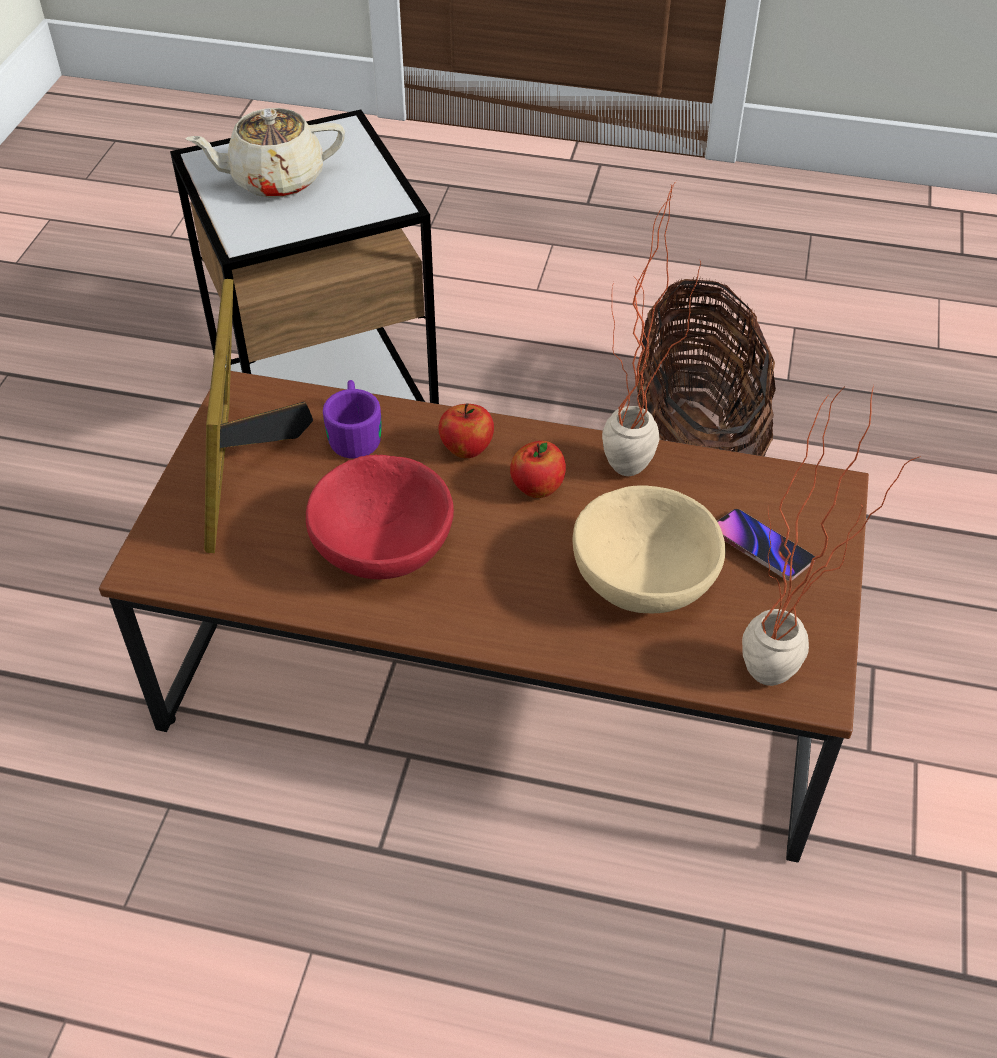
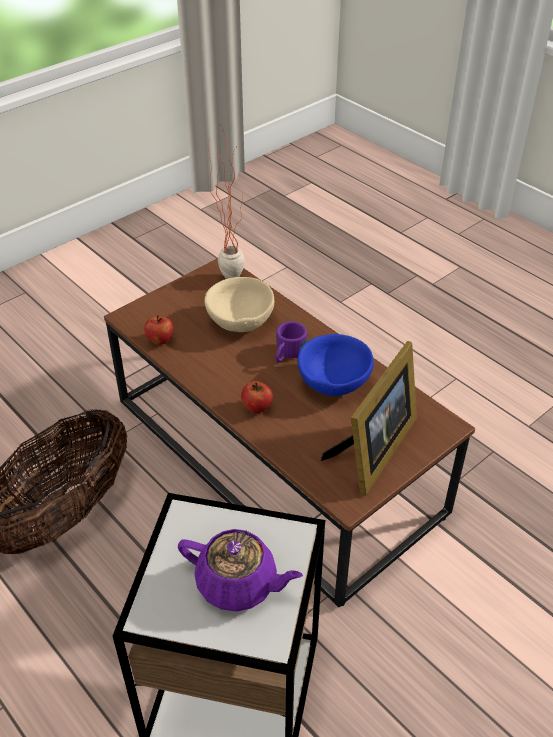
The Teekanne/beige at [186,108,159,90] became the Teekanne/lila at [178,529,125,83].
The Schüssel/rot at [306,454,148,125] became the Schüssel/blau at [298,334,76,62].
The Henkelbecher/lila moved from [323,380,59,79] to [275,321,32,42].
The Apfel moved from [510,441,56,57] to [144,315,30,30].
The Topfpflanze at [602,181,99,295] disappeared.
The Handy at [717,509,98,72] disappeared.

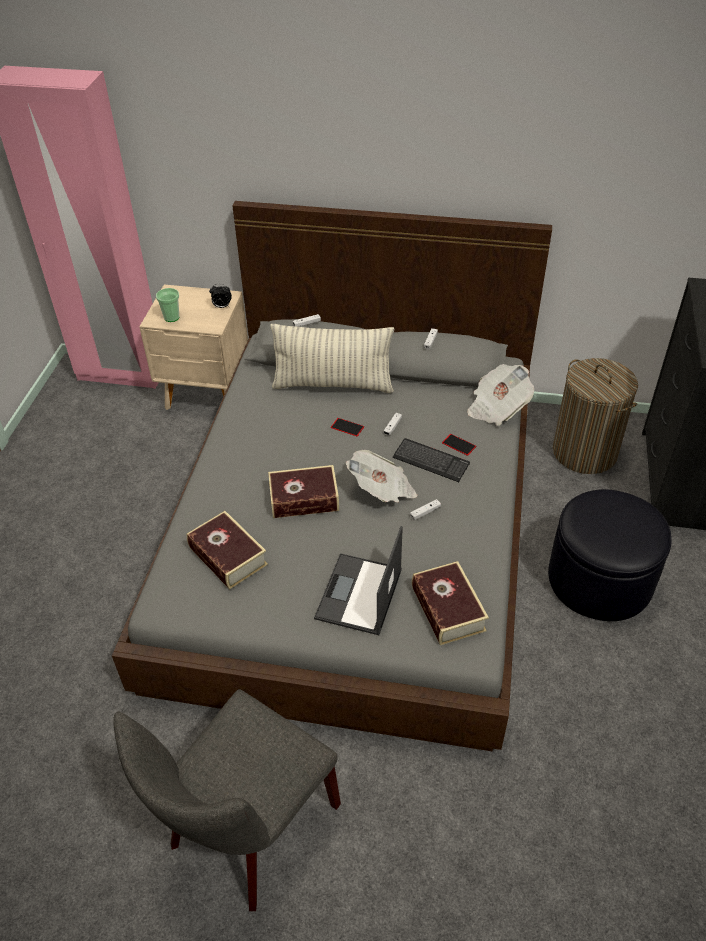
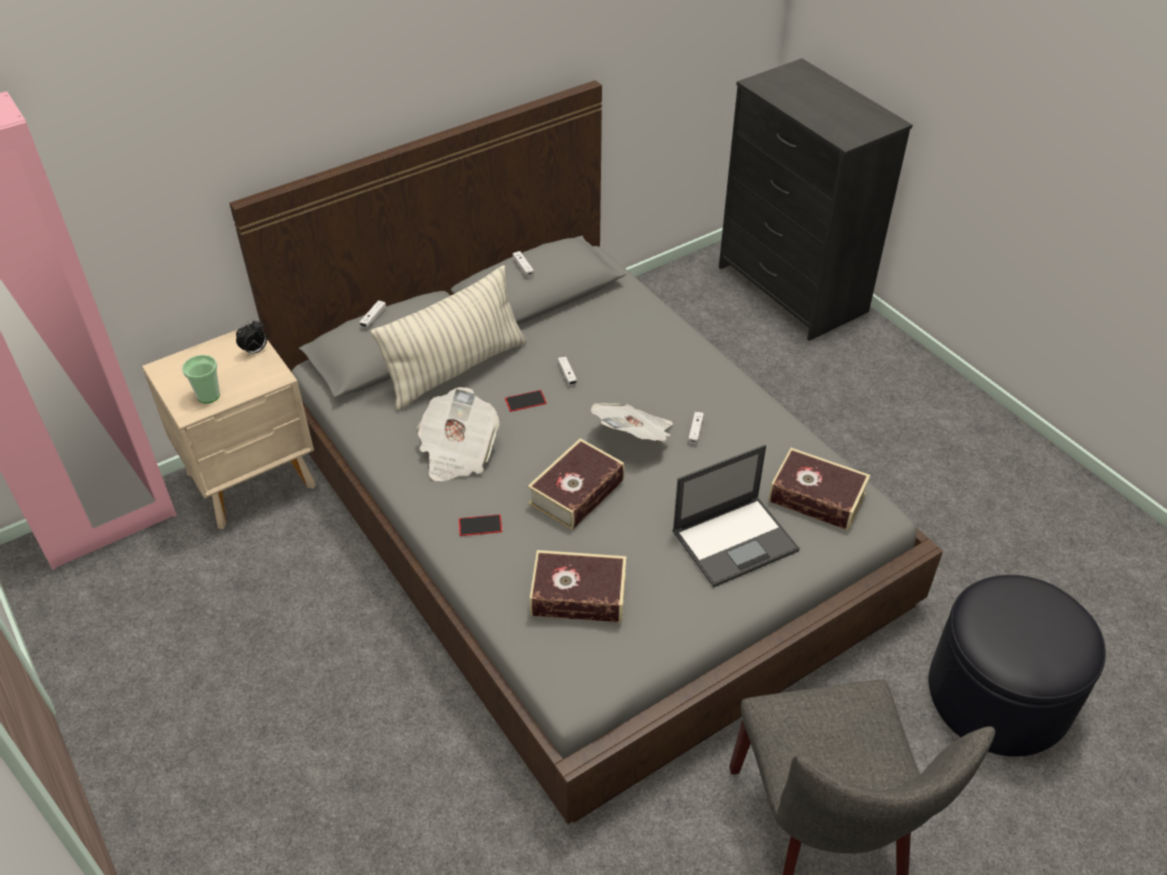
The Laptop at [314,526,89,109] turned 90 degrees counterclockwise.
The Tastatur at [393,438,77,44] disappeared.
The Handy moved from [442,434,34,22] to [459,514,43,22].
The Zeitung moved from [467,364,67,62] to [417,387,82,94].
The Polsterhocker/schwarz moved from [548,489,124,132] to [928,575,178,182].
The Wäschekorb at [553,358,85,116] disappeared.

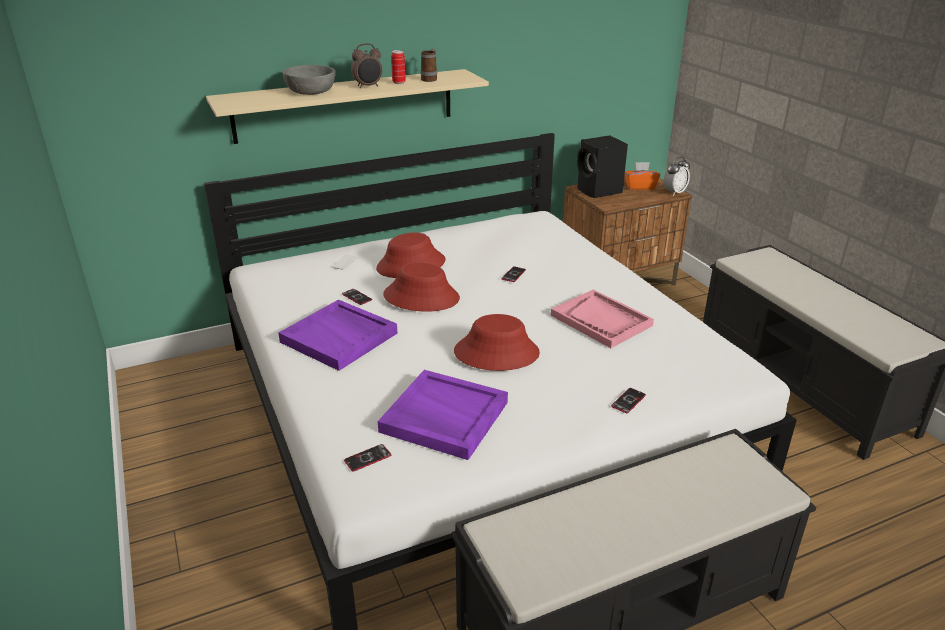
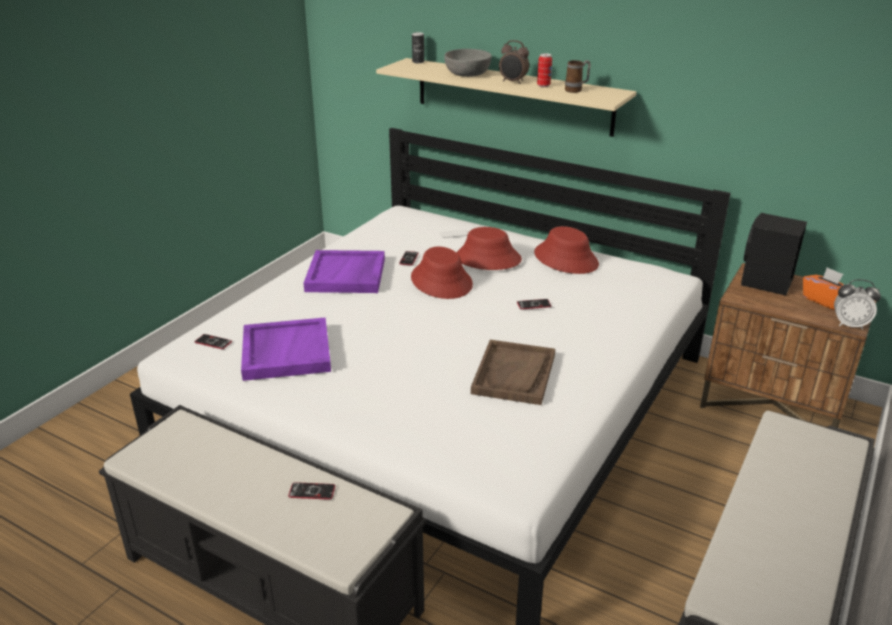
The Hut/rot moved from [454,314,86,57] to [534,226,65,48].
The Tablett/rosa at [551,289,103,59] became the Tablett/braun at [471,340,84,65].
The Handy moved from [611,388,35,25] to [288,482,47,18].
The Dose at [412,32,12,31] appeared.

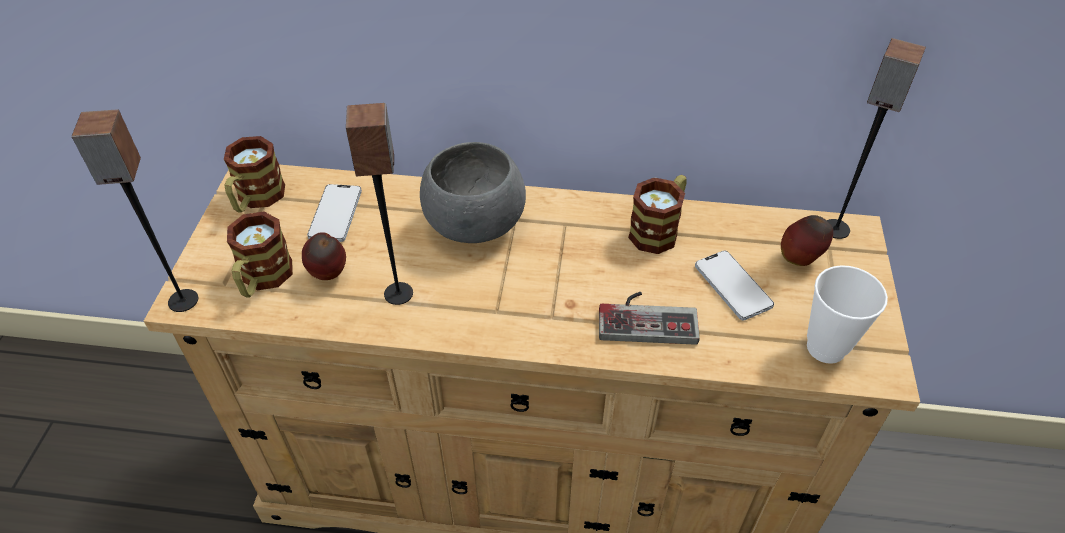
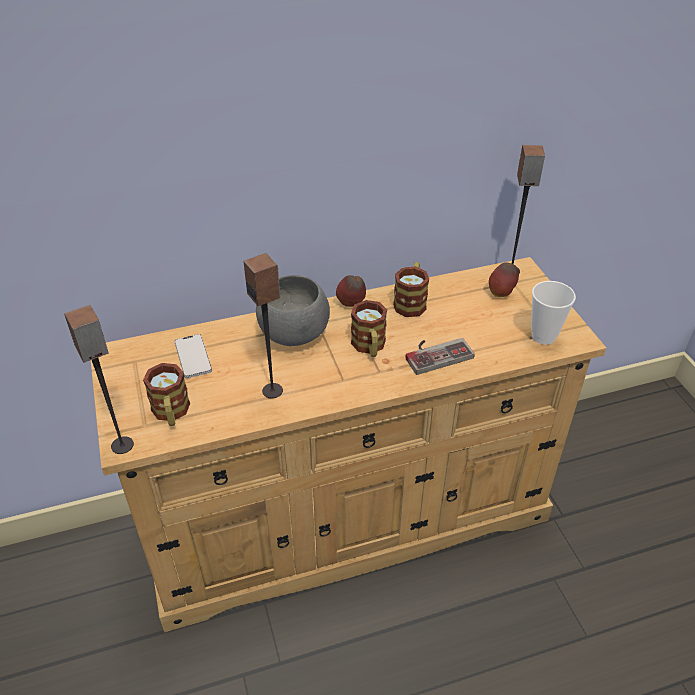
The Henkelbecher moved from [224,136,61,77] to [351,300,36,57].
The Apfel moved from [302,232,44,48] to [336,275,30,32].
The Handy at [695,250,79,71] disappeared.

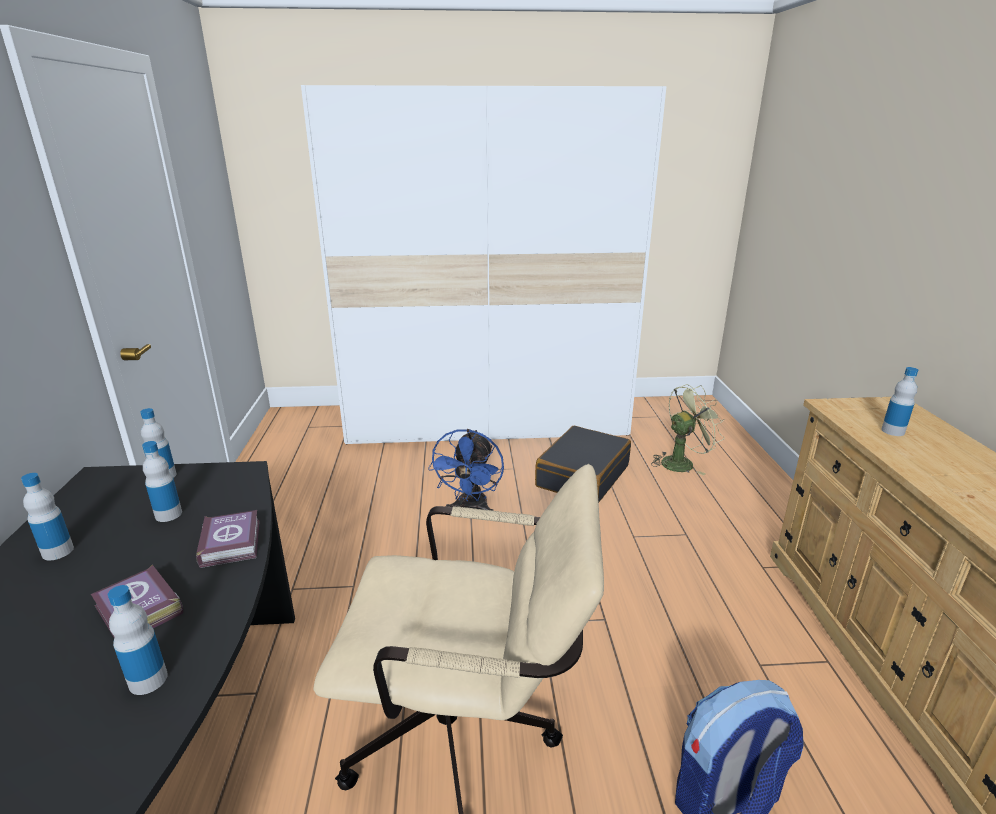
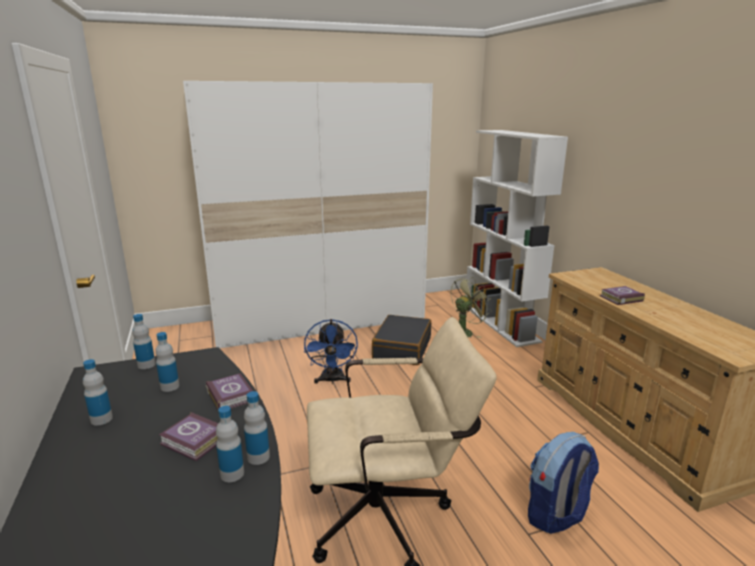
The Flasche moved from [881,367,37,69] to [244,391,26,74].
The Bücherregal/weiß at [465,130,103,217] appeared.
The Buch at [600,286,45,19] appeared.

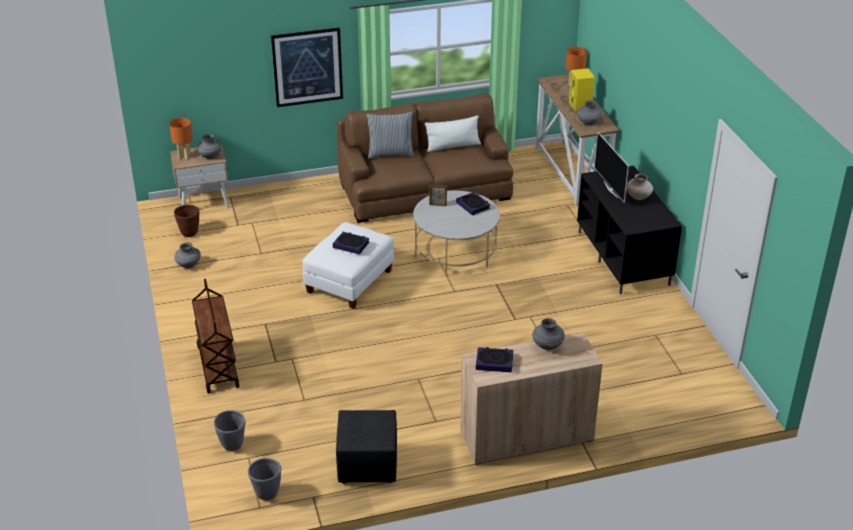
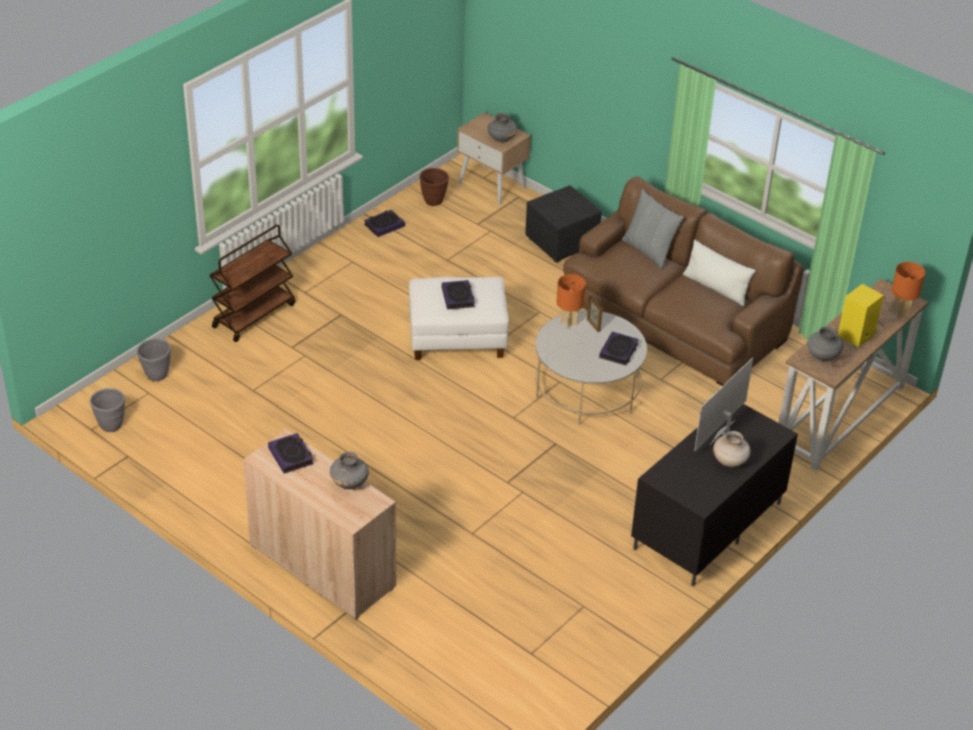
The Tischlampe/orange moved from [169,118,24,41] to [556,274,30,55].
The Vase/grau at [174,243,27,25] was replaced by the Buch at [364,210,41,27].
The Bild at [271,27,72,80] disappeared.
The Polsterhocker/schwarz moved from [336,410,61,73] to [525,185,77,77].

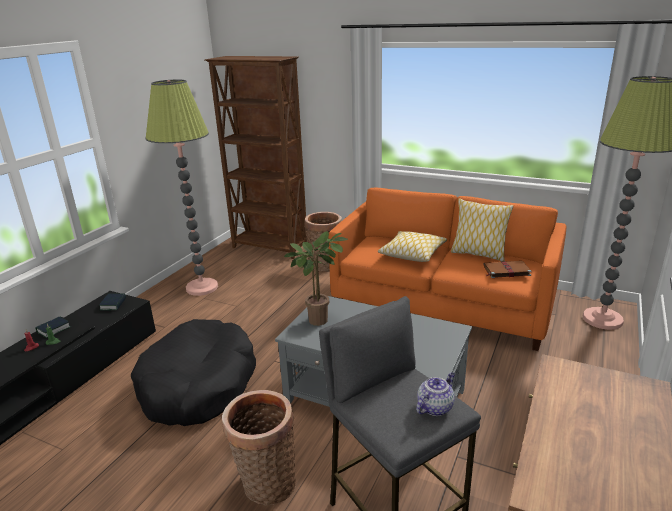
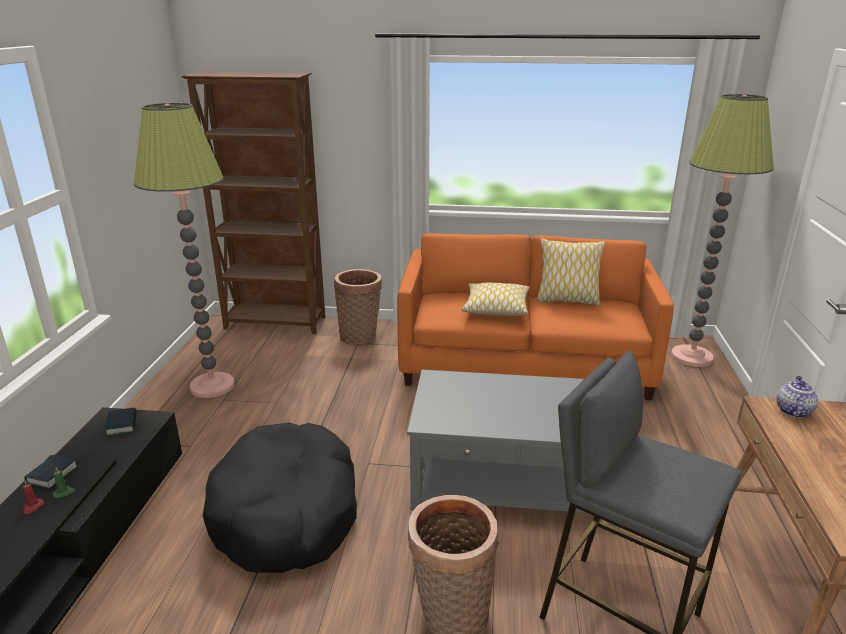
The Topfpflanze at [284,231,64,95] disappeared.
The Teekanne moved from [416,372,39,44] to [776,376,42,42].
The Buch/braun at [484,261,48,17] disappeared.

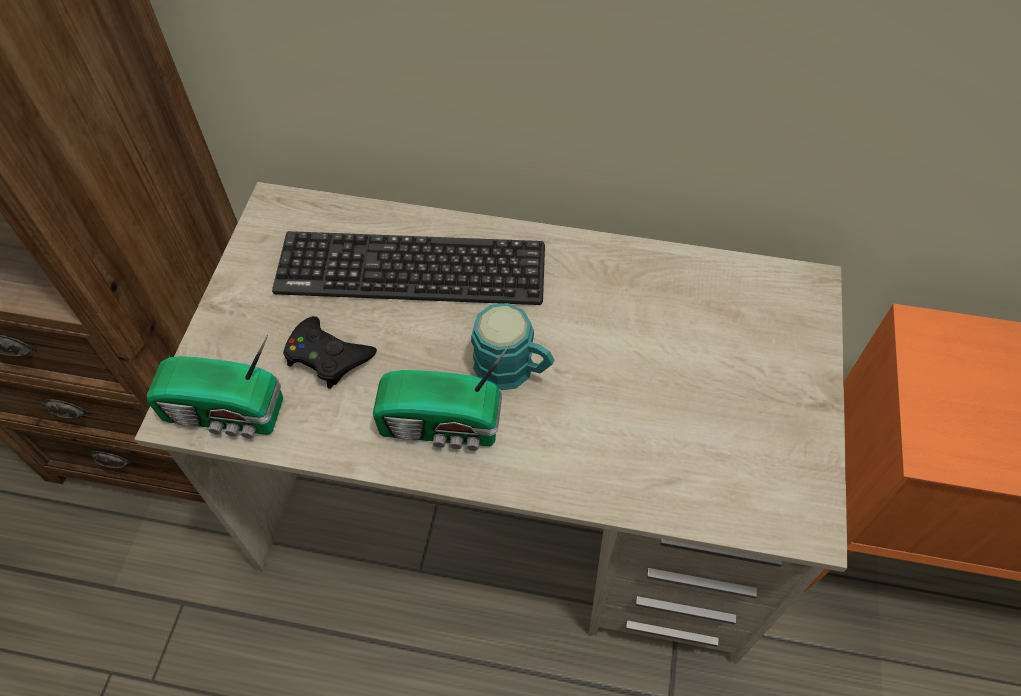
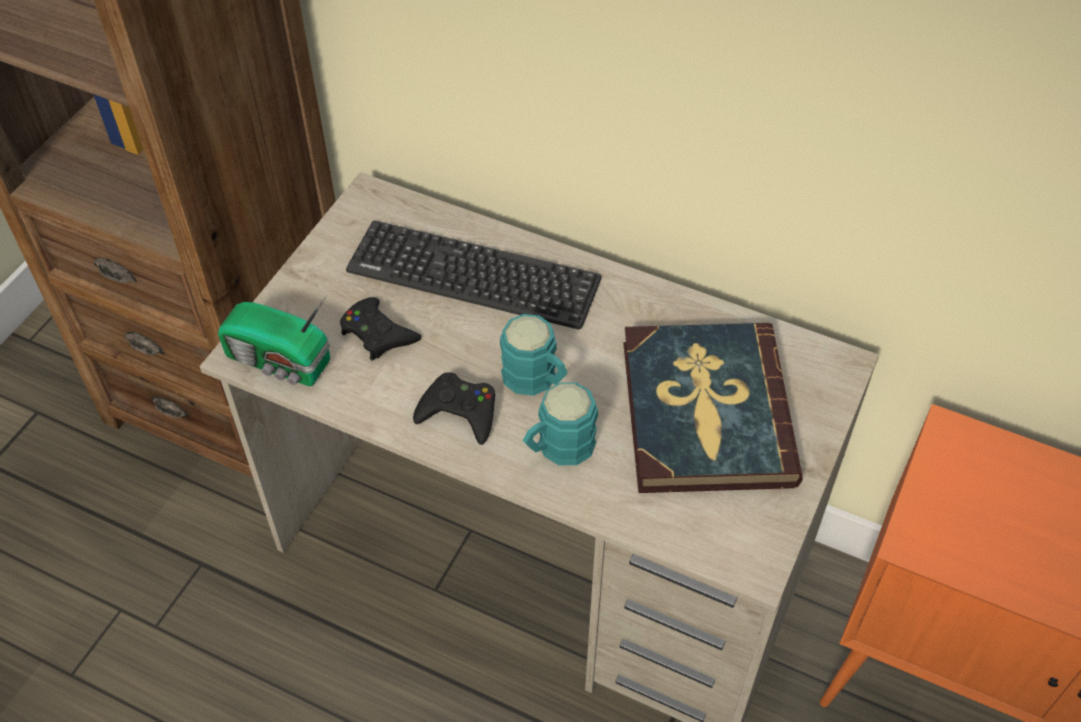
The Radio at [373,346,136,105] was replaced by the Gamepad/schwarz at [413,372,82,73].
The Henkelbecher/türkis at [523,383,75,82] appeared.
The Buch at [624,323,179,170] appeared.

